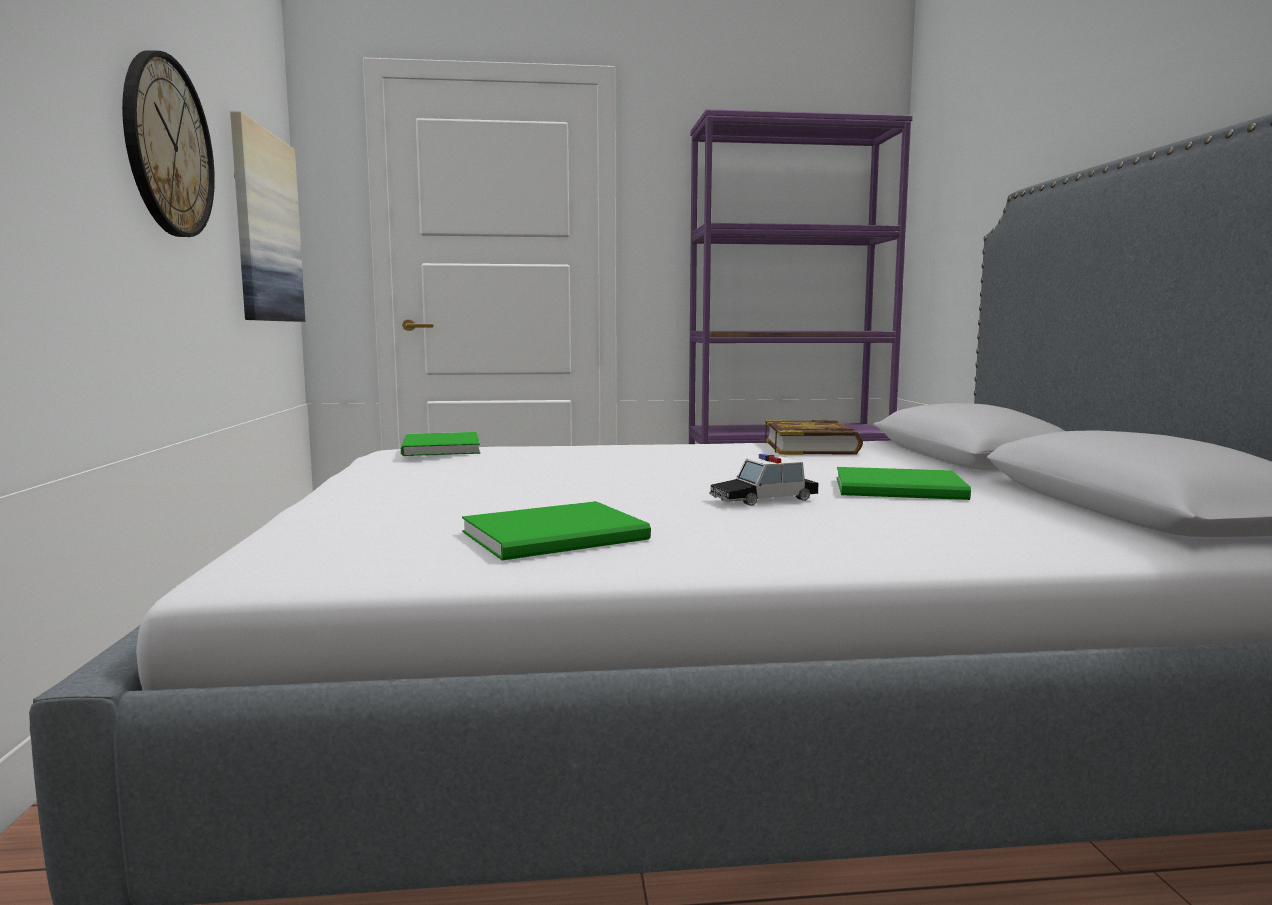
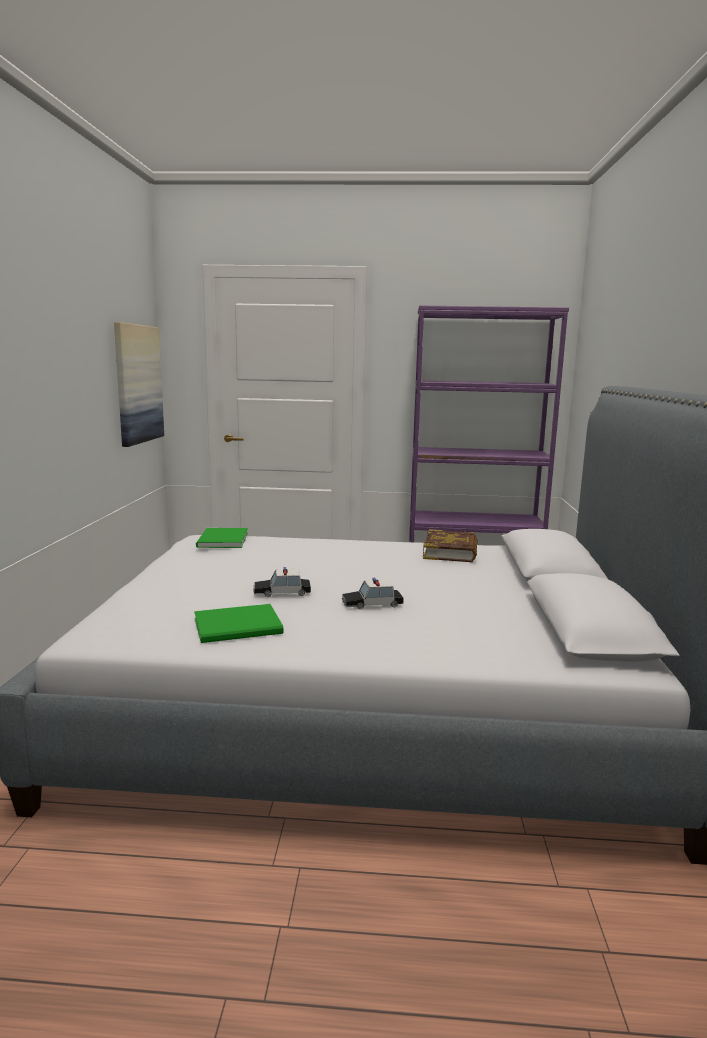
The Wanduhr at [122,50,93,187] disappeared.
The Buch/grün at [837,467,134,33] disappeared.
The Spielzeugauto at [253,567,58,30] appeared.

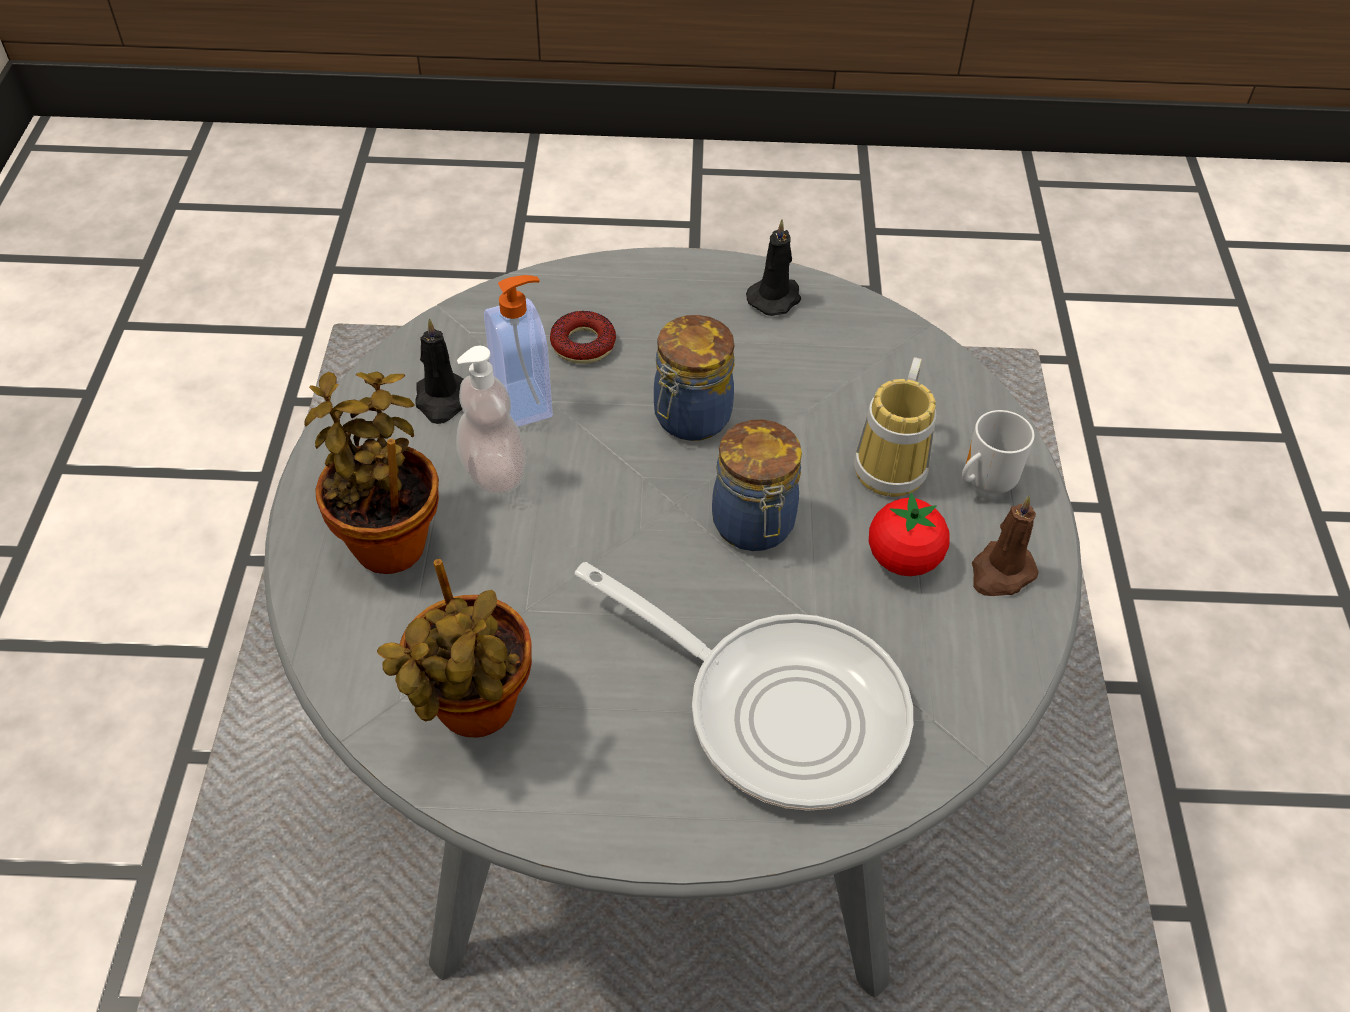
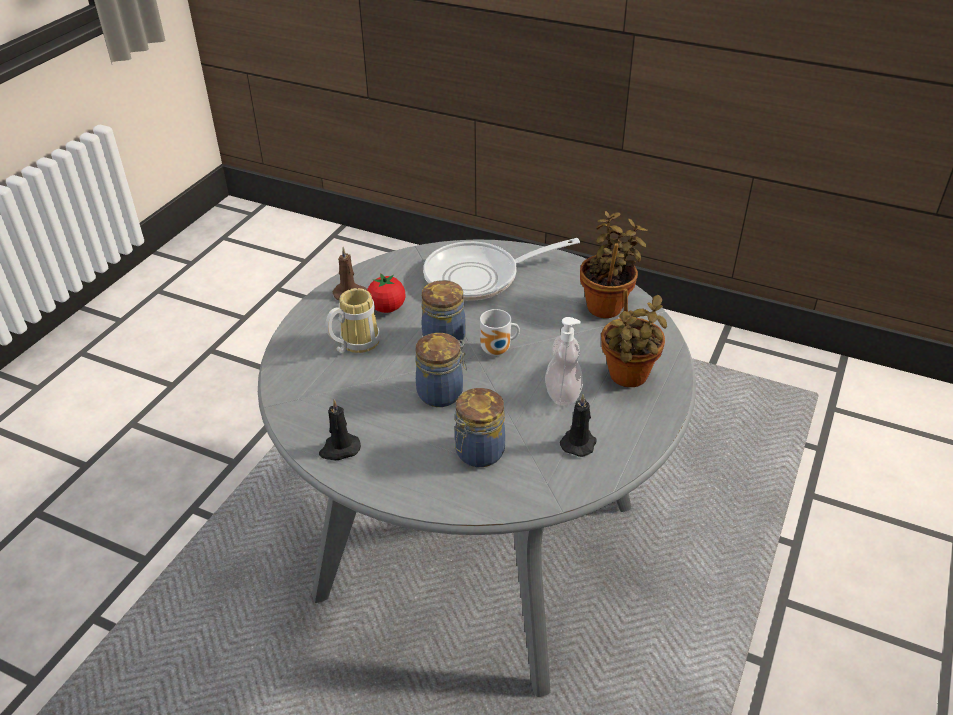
The Seifenspender at [484,275,69,152] disappeared.
The Donut at [550,311,66,53] was replaced by the Vorratsglas at [455,388,50,79].
The Pfanne at [575,562,338,249] turned 75 degrees counterclockwise.
The Henkelbecher moved from [962,410,72,84] to [480,309,40,47].

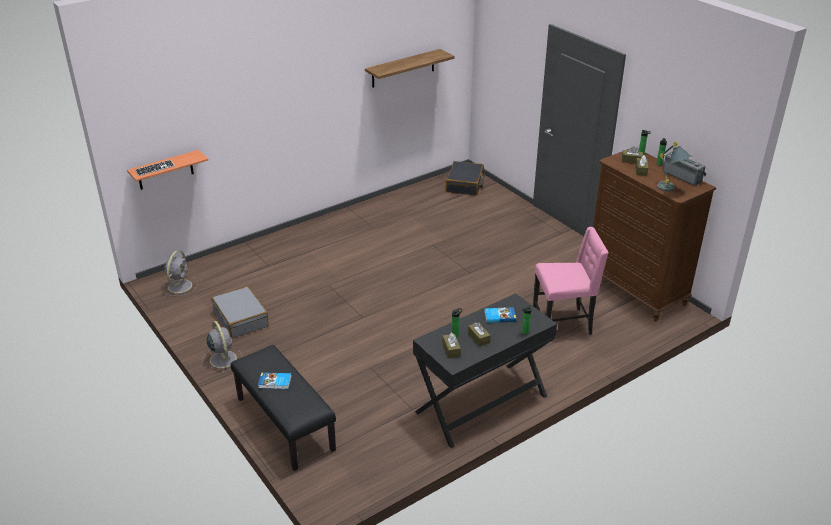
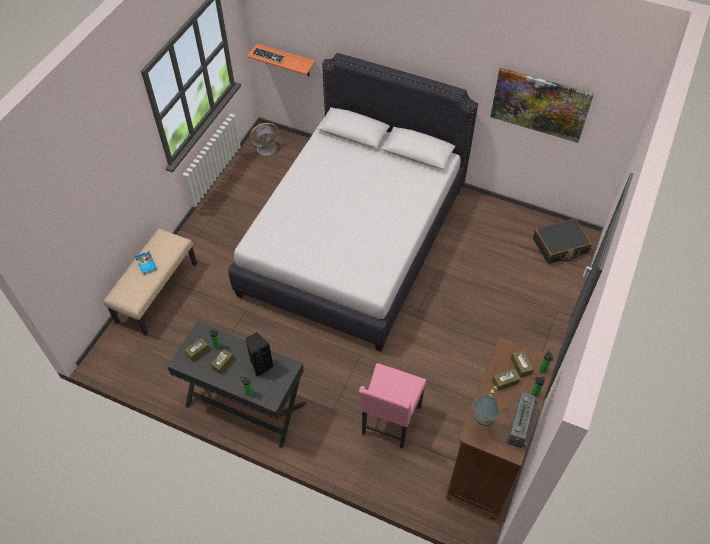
The Ventilator/grau at [202,321,40,52] disappeared.
The Koffer/grau at [212,286,57,52] disappeared.
The Bank/schwarz at [231,345,105,126] became the Bank/beige at [103,228,94,108].
The Wandregal at [365,49,90,39] was replaced by the Bild at [490,68,104,75].
The Buch at [484,307,32,16] was replaced by the Lautsprecher/schwarz at [245,332,29,45].
The Stuhl/rosa at [533,227,76,108] turned 60 degrees clockwise.
The Bett/weiß at [228,53,250,298] appeared.

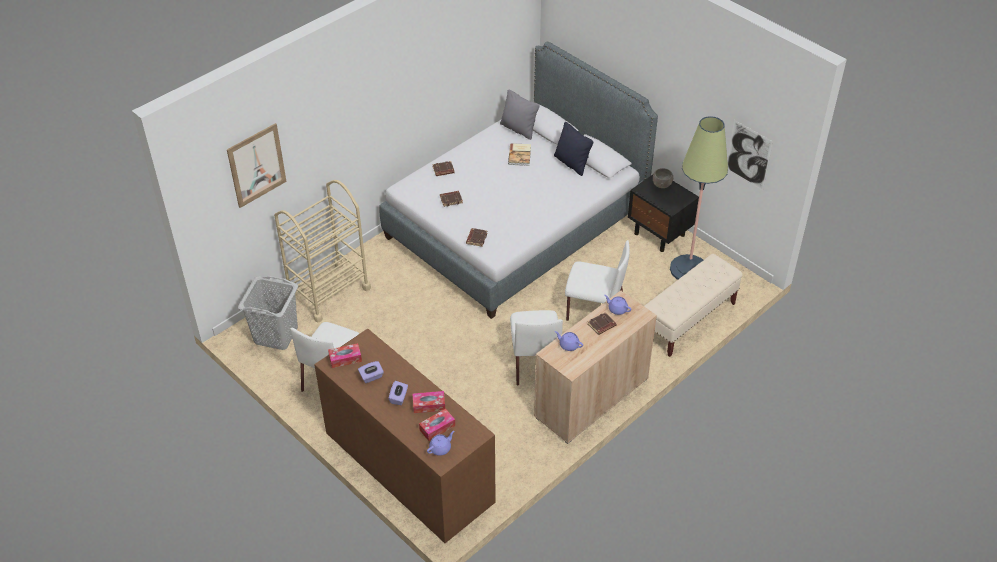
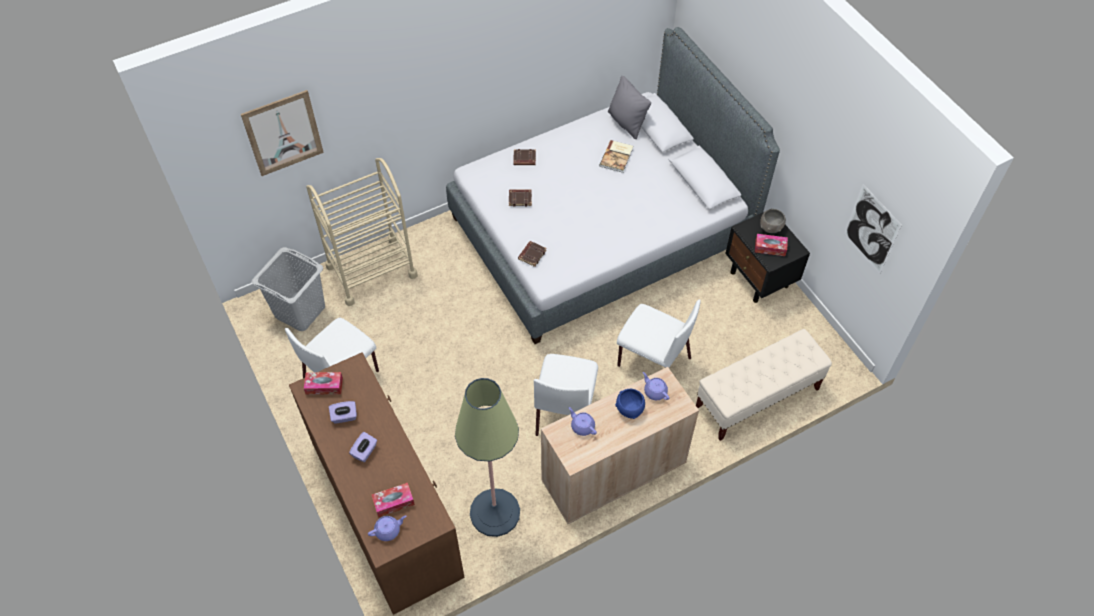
The Taschentuchbox moved from [413,391,32,22] to [755,234,33,22].
The Kissen/schwarz at [554,122,39,54] disappeared.
The Buch/braun at [588,312,28,23] was replaced by the Schüssel/blau at [615,389,30,30].
The Stehlampe moved from [670,116,58,164] to [455,378,65,159].

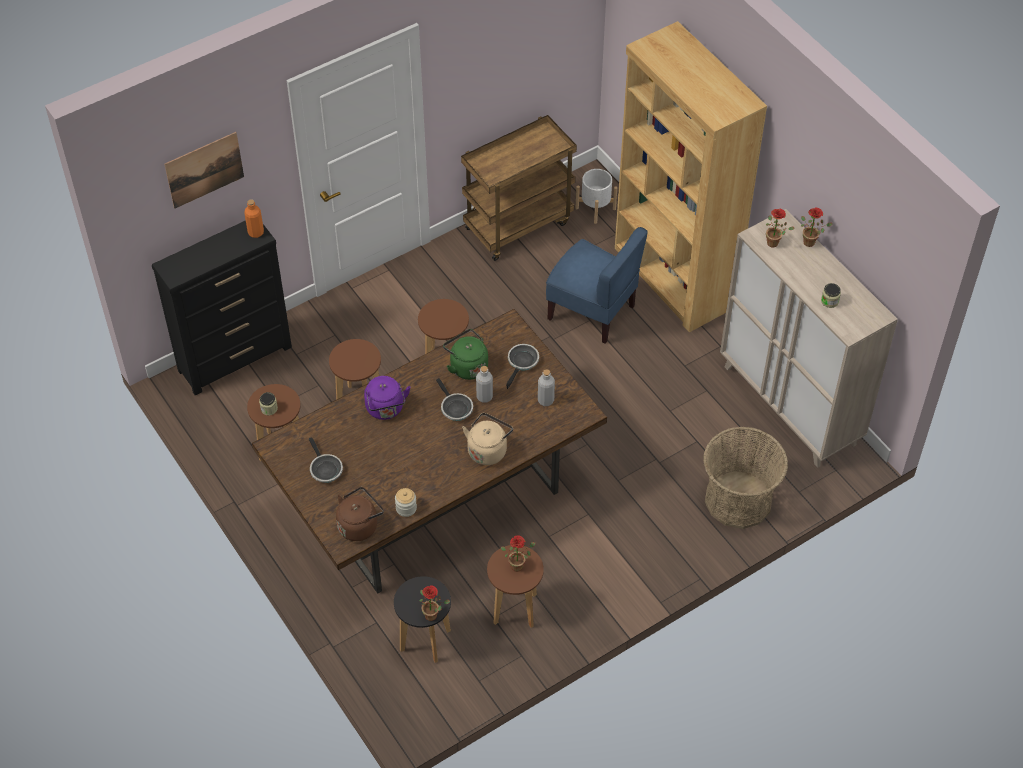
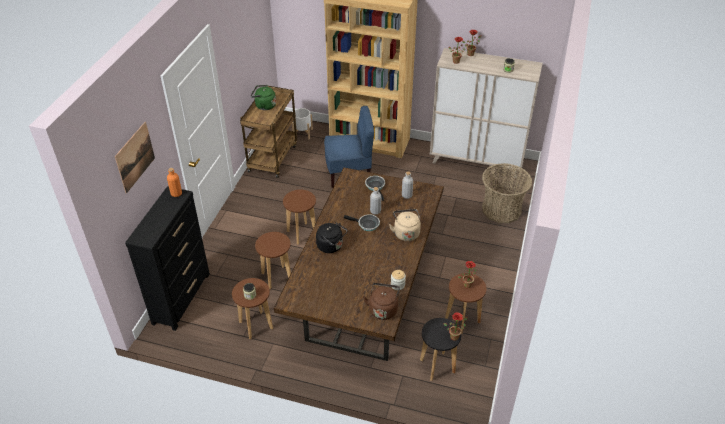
The Pfanne at [309,437,34,46] disappeared.
The Wasserkessel/lila at [364,376,47,44] became the Wasserkessel/schwarz at [316,222,32,31].
The Wasserkessel/grün moved from [443,329,45,51] to [251,85,25,25].

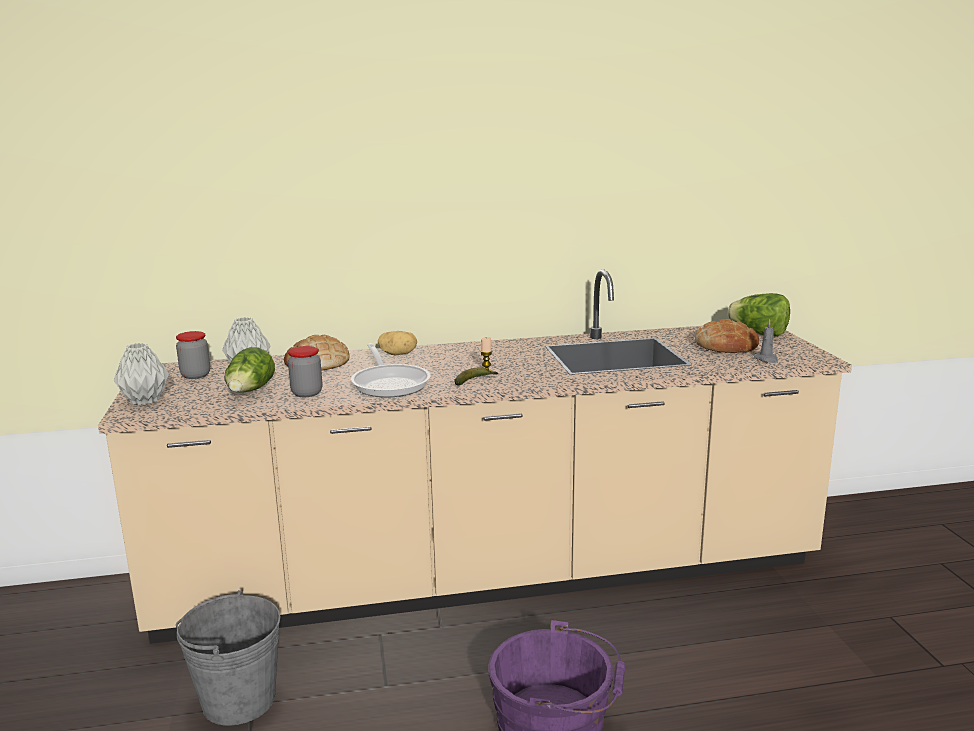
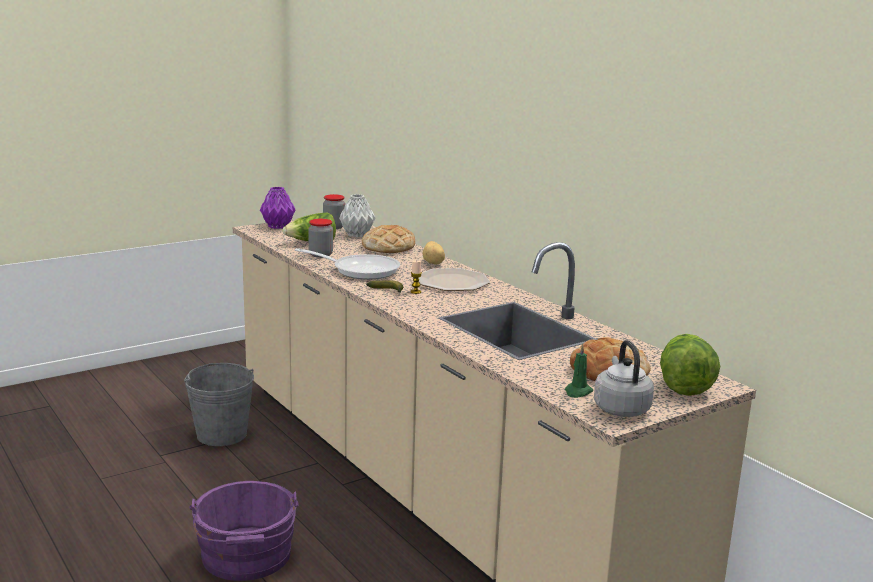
The Vase/grau at [114,343,55,62] became the Vase/lila at [260,187,36,42].
The Pfanne at [351,343,80,55] turned 120 degrees counterclockwise.
The Kerze/grau at [754,319,24,44] became the Kerze/grün at [565,344,28,54].
The Teller at [419,268,71,23] appeared.
The Wasserkessel/grau at [594,340,60,77] appeared.

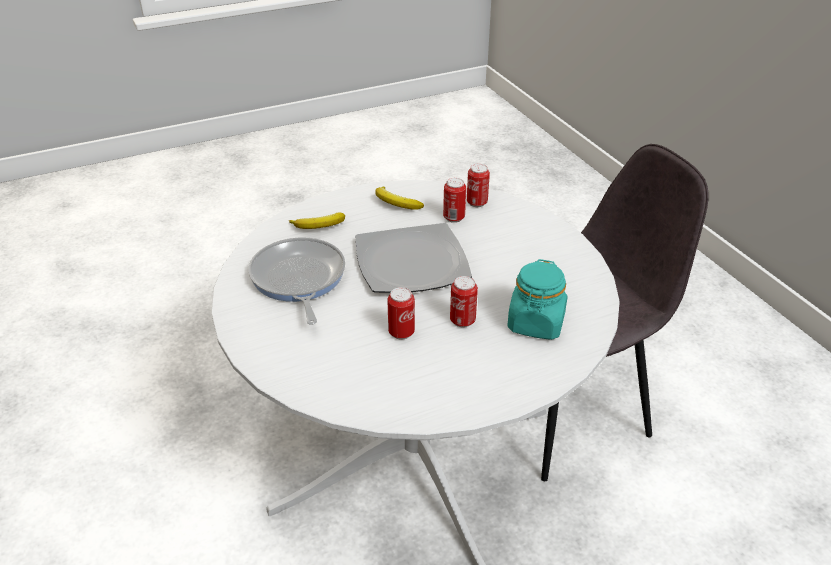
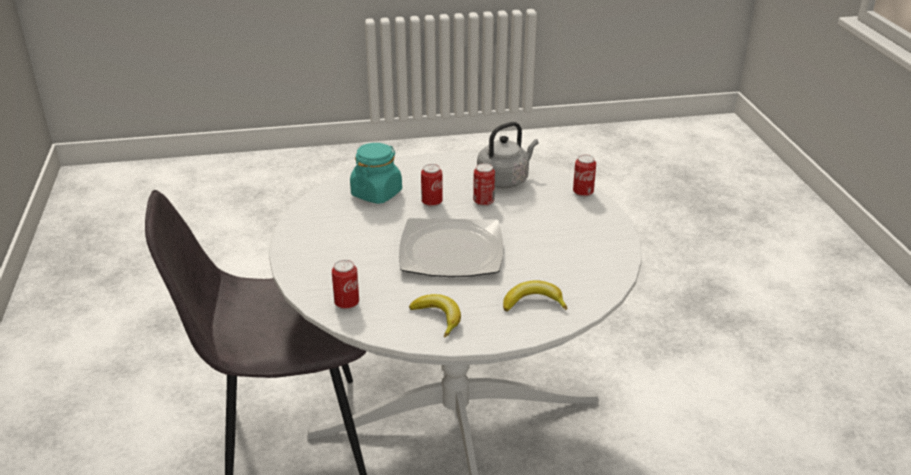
The Pfanne at [248,237,97,88] disappeared.
The Dose moved from [443,178,23,45] to [573,155,23,42].
The Wasserkessel/grau at [477,122,61,66] appeared.

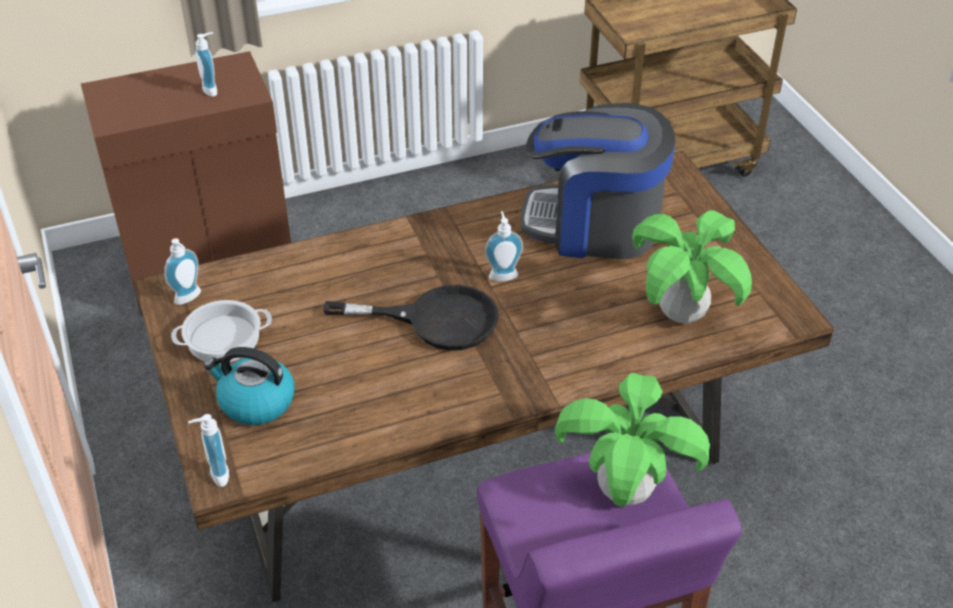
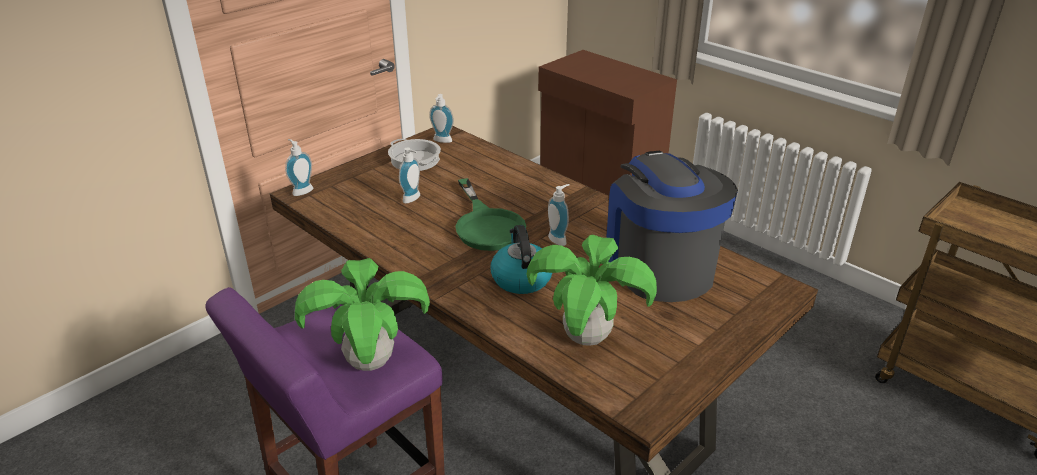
The Seifenspender moved from [196,32,21,65] to [399,147,21,56].
The Wasserkessel moved from [204,347,91,78] to [491,225,61,69].
The Pfanne/schwarz at [323,285,176,66] became the Pfanne/grün at [455,178,71,73].

